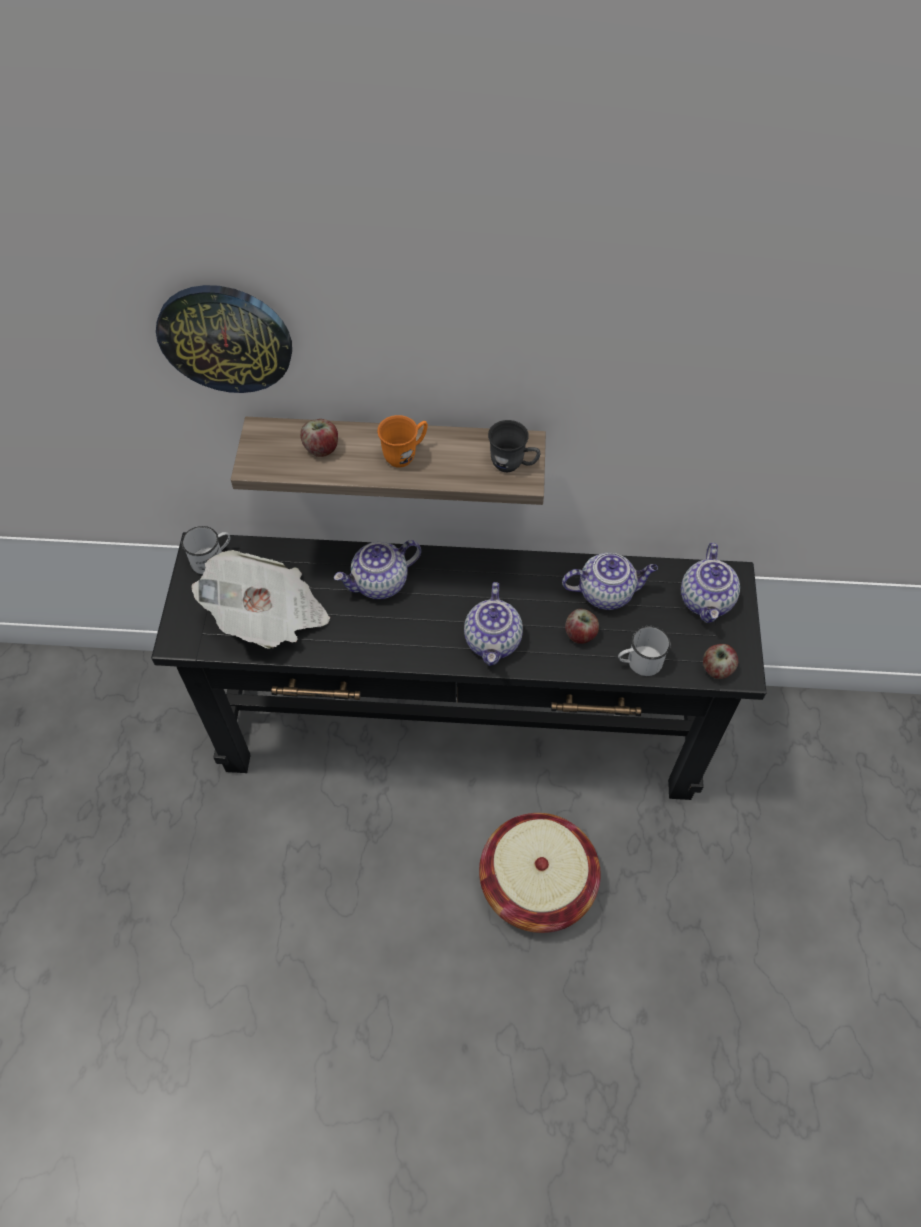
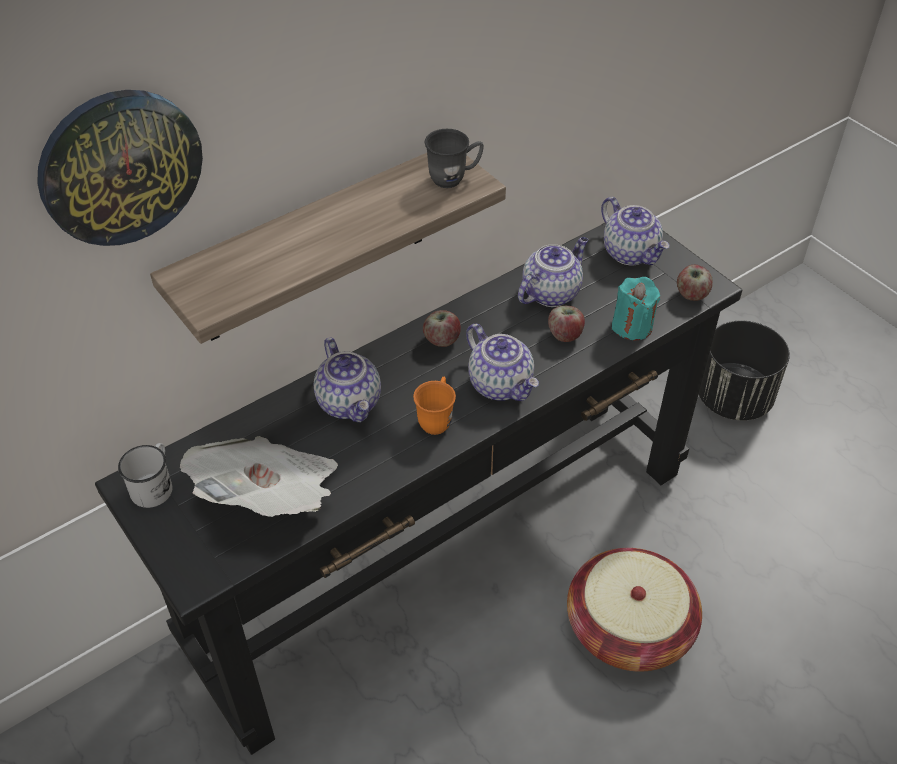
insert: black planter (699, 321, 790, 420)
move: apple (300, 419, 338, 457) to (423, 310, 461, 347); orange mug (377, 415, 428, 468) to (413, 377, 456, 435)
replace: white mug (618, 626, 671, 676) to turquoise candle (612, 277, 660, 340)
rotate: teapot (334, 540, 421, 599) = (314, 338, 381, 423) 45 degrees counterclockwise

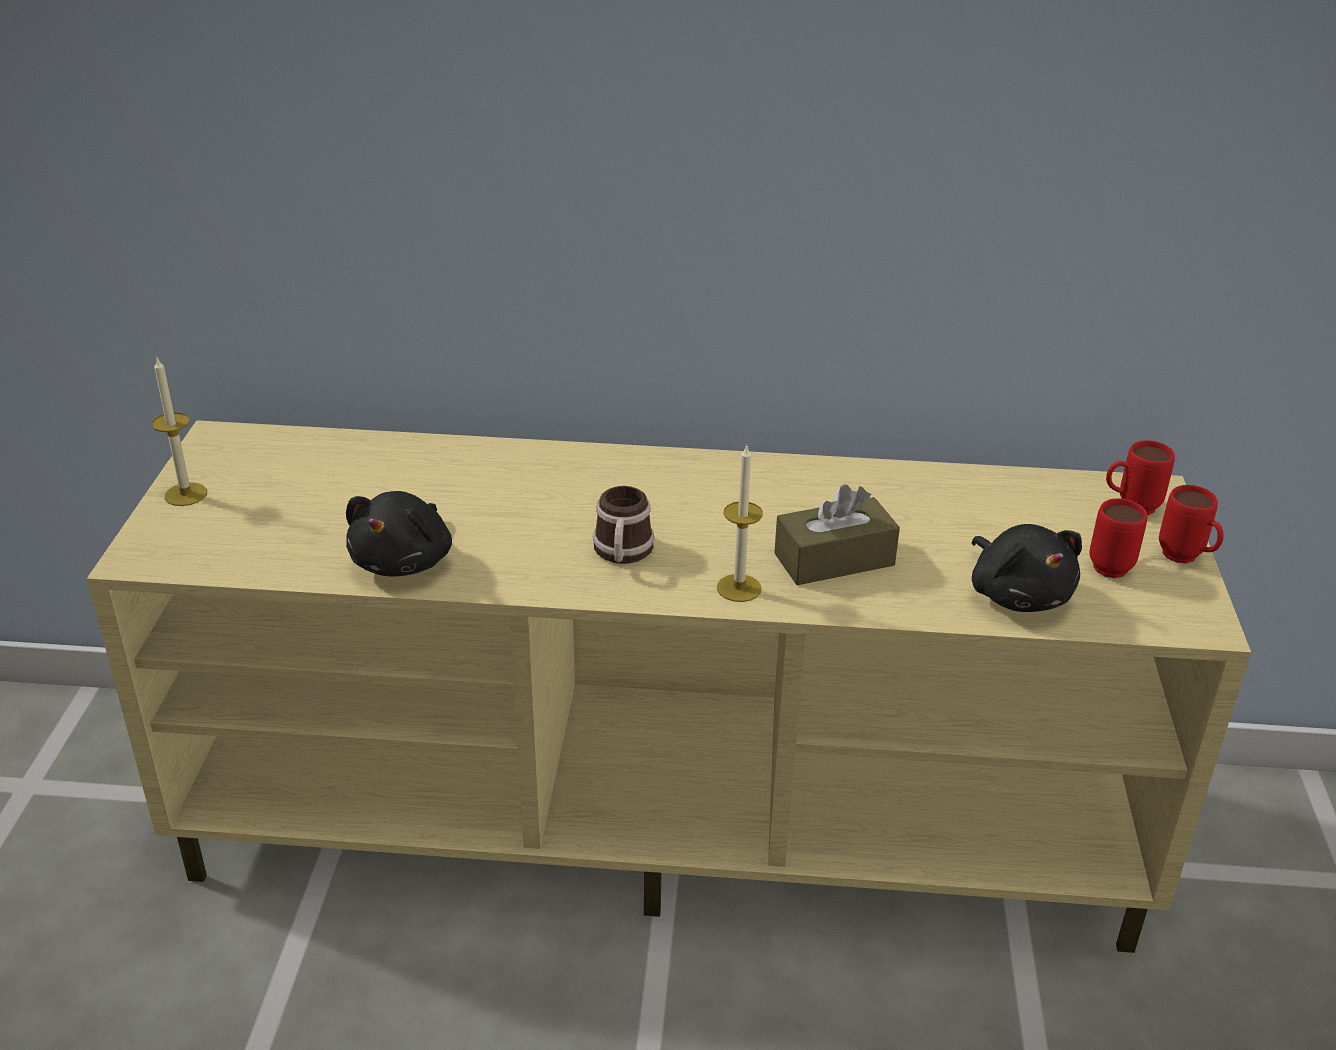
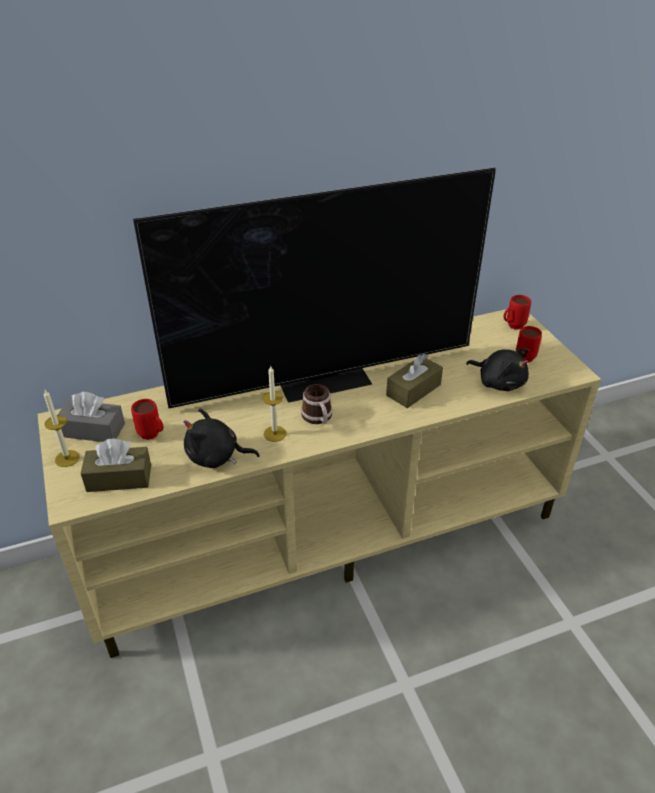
insert: grey tissue box (58, 392, 125, 442); brown tissue box (81, 438, 151, 492); television (133, 168, 496, 408)
move: candle (717, 445, 763, 602) to (263, 366, 286, 442); red mug (1159, 485, 1224, 563) to (131, 399, 164, 440)
rotate: black plush toy (346, 491, 452, 576) = (183, 408, 260, 468) 105 degrees clockwise

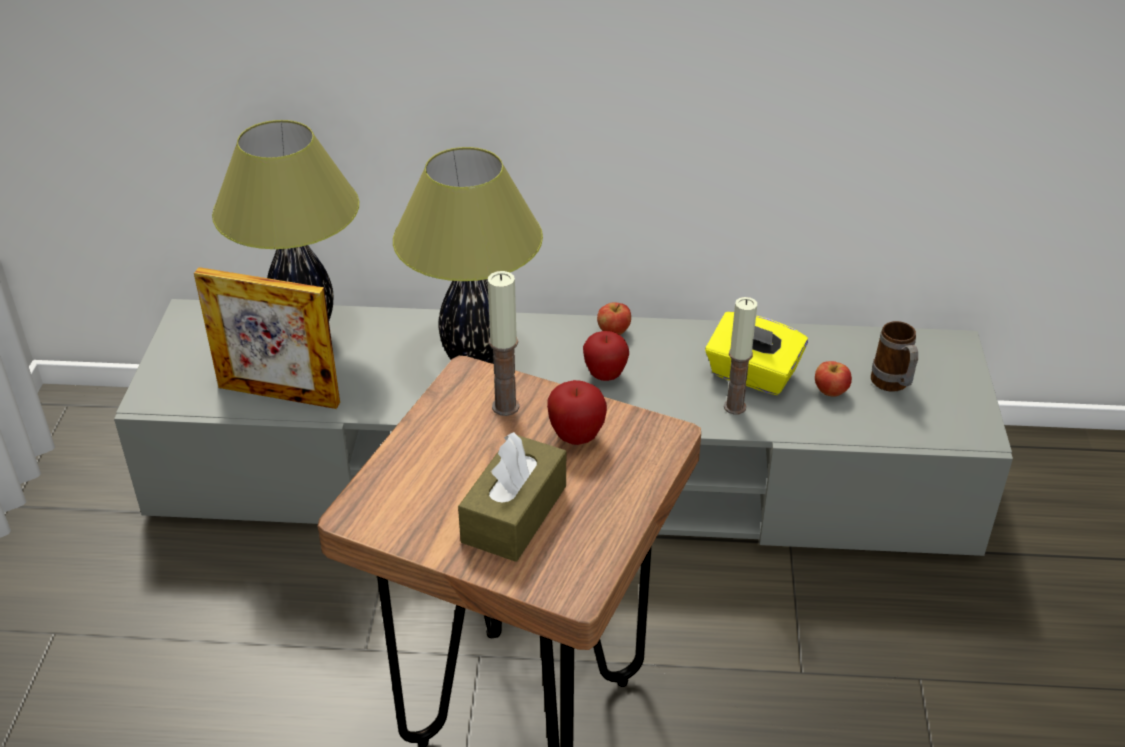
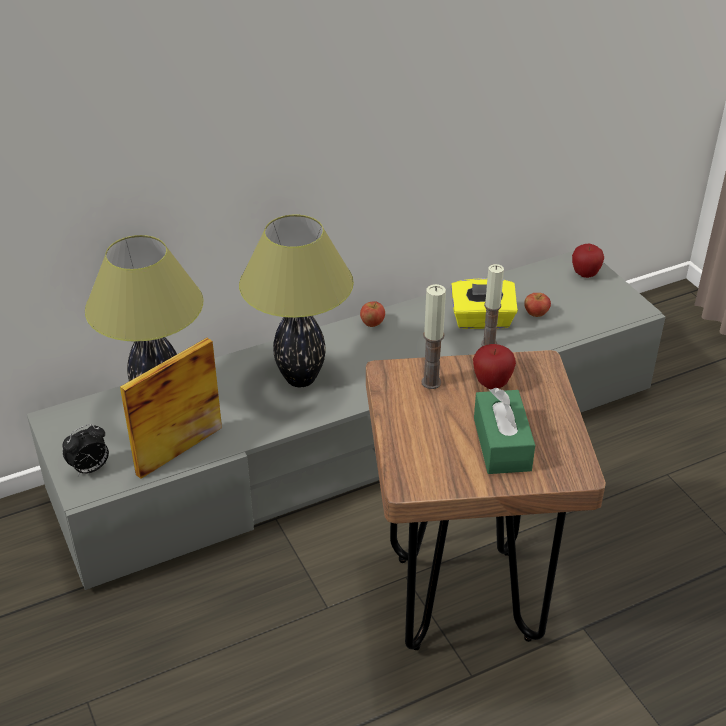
delete: mug (871, 321, 918, 392)
insert: alarm clock (63, 424, 109, 476)
move: apple (583, 331, 629, 381) to (572, 244, 604, 278)
recolor: brown tissue box (458, 432, 566, 562) to green tissue box (474, 388, 535, 474)
rotate: picture frame (194, 267, 340, 409) = (120, 338, 222, 479) 150 degrees clockwise

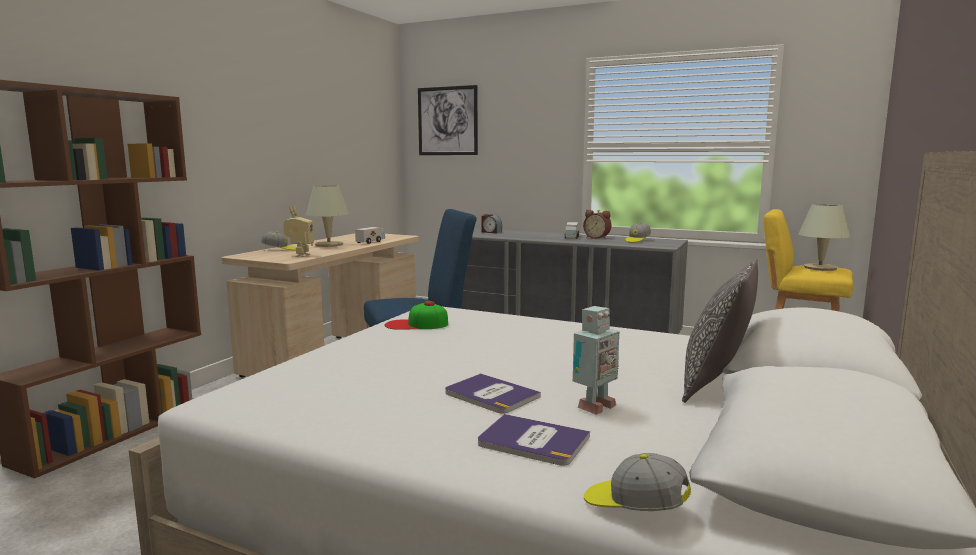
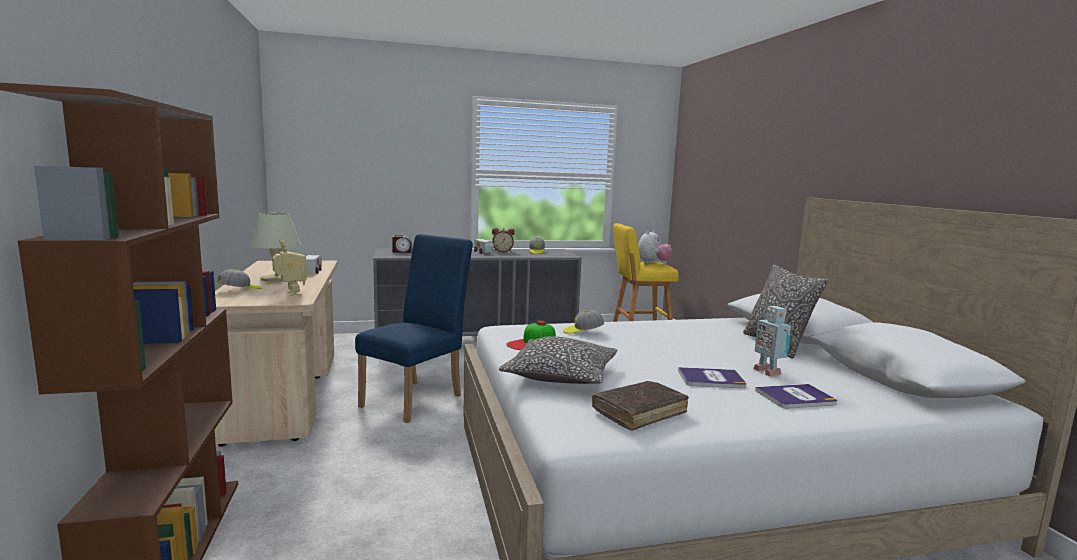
delete: picture (418, 85, 478, 155)
insert: pillow (499, 336, 618, 384); brown book (592, 381, 689, 431)
move: cap (584, 453, 691, 511) to (563, 310, 604, 334)
replace: beige table lamp (799, 204, 850, 271) to plush toy (638, 230, 672, 264)
rotate: toy robot (573, 306, 619, 415) = (753, 306, 791, 376) 150 degrees clockwise

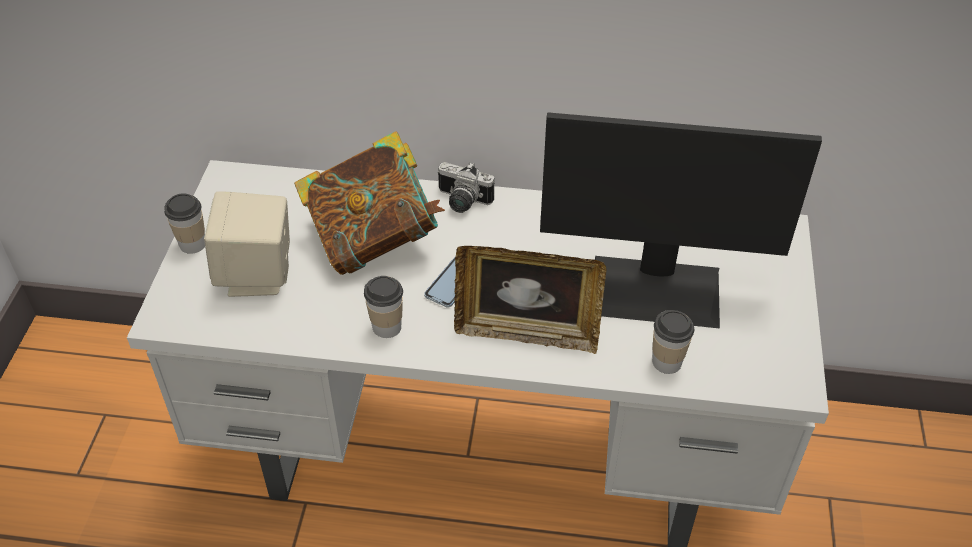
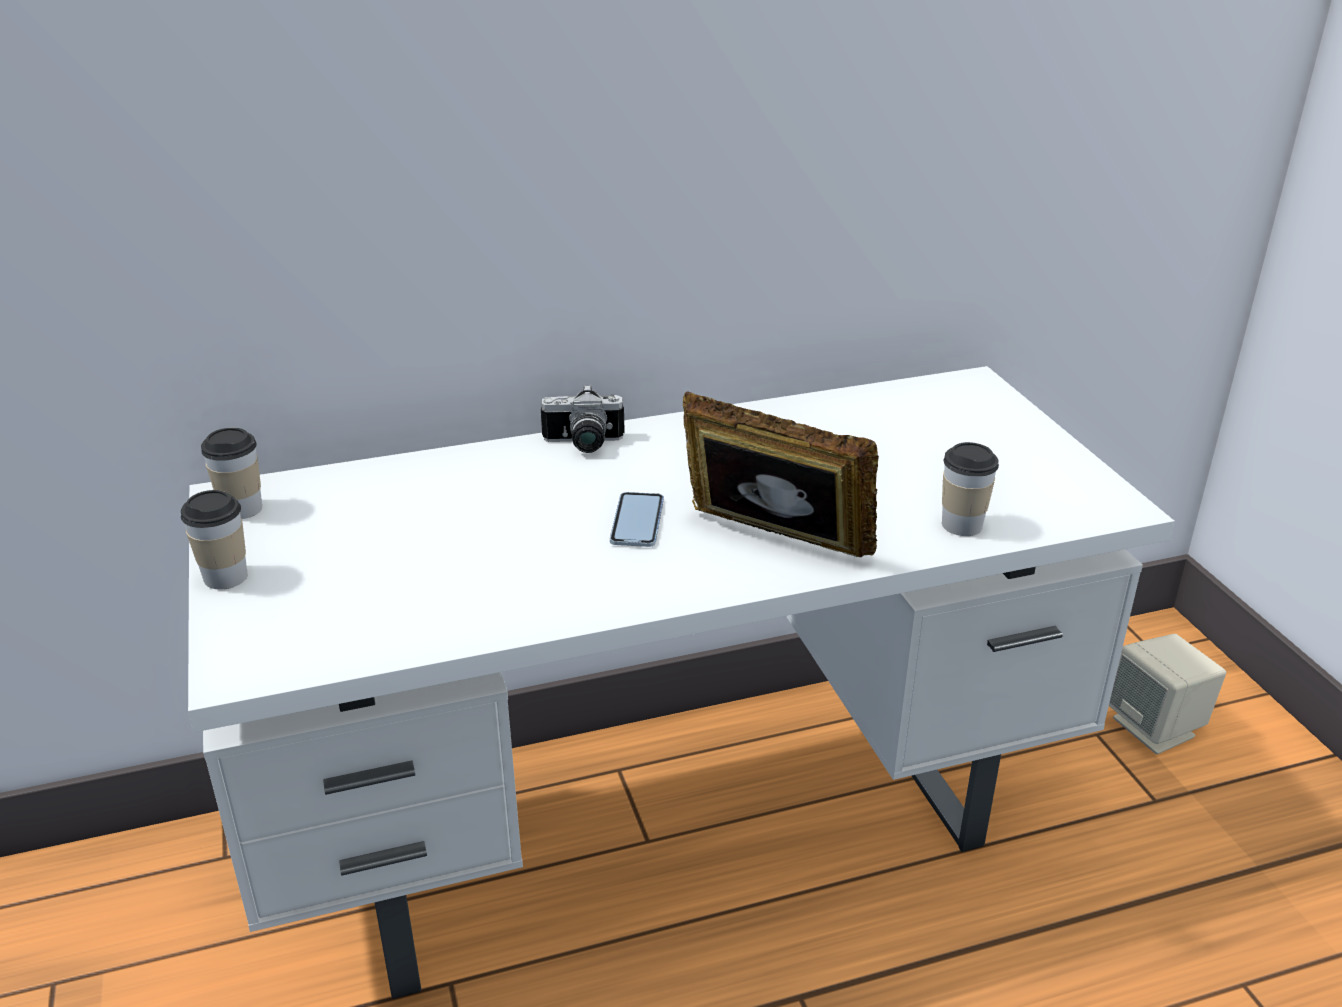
delete: book (294, 131, 445, 275); monitor (540, 112, 822, 328)
move: beige speaker (204, 191, 290, 297) to (1109, 634, 1226, 754); cup (364, 276, 403, 338) to (201, 428, 262, 519)
rotate: picture frame (454, 246, 606, 354) = (683, 391, 879, 557) 135 degrees counterclockwise

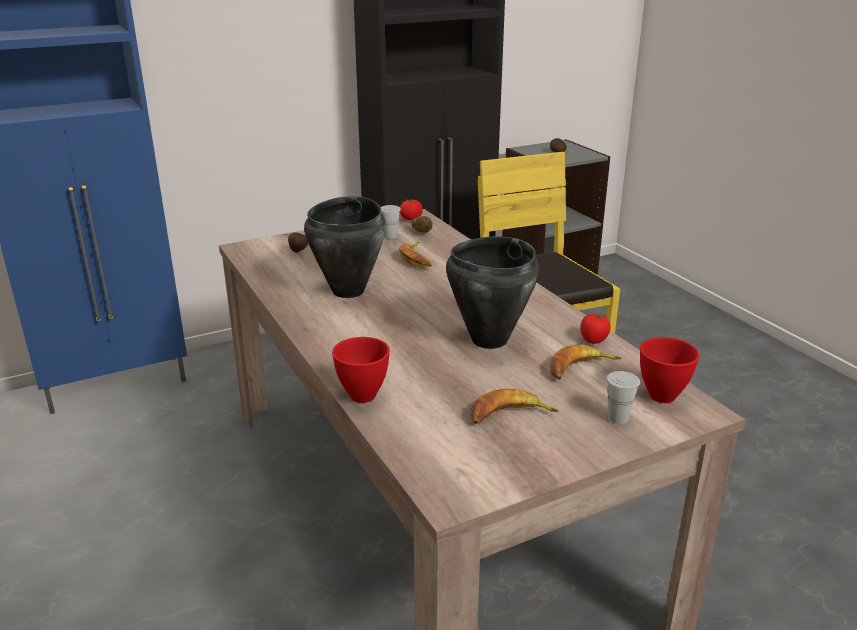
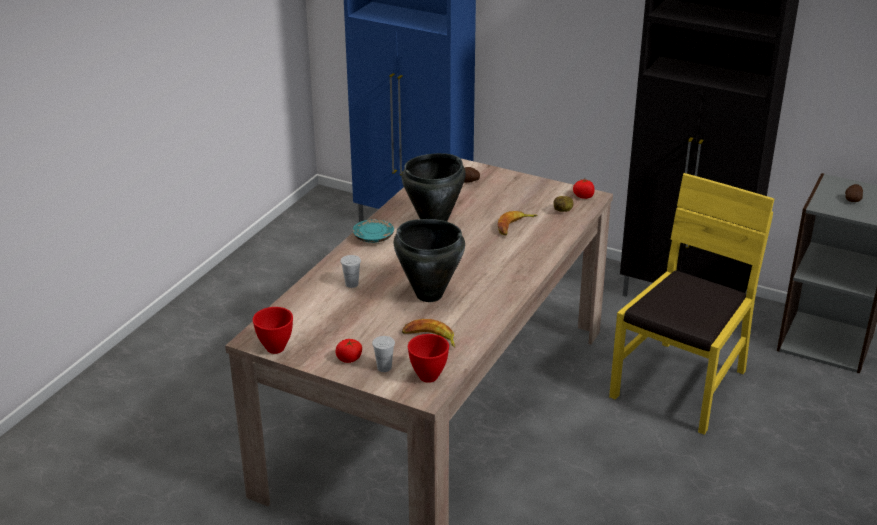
delete: banana (470, 389, 558, 424)
insert: turquoise plate (353, 219, 394, 243)
move: red bowl (332, 337, 390, 403) to (253, 307, 293, 354); white cup (381, 205, 401, 239) to (340, 255, 361, 288); tomato (580, 313, 611, 344) to (336, 339, 362, 363)

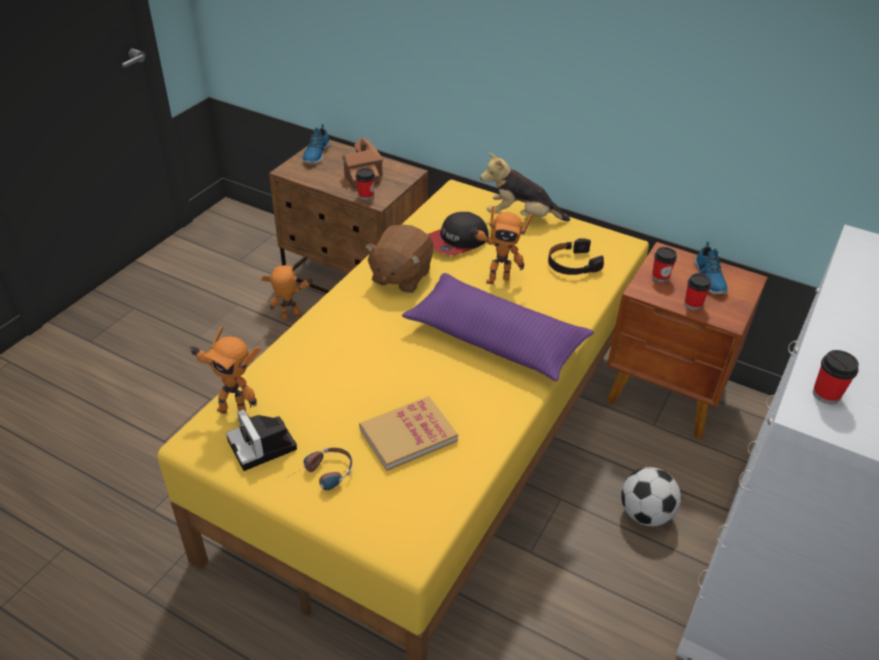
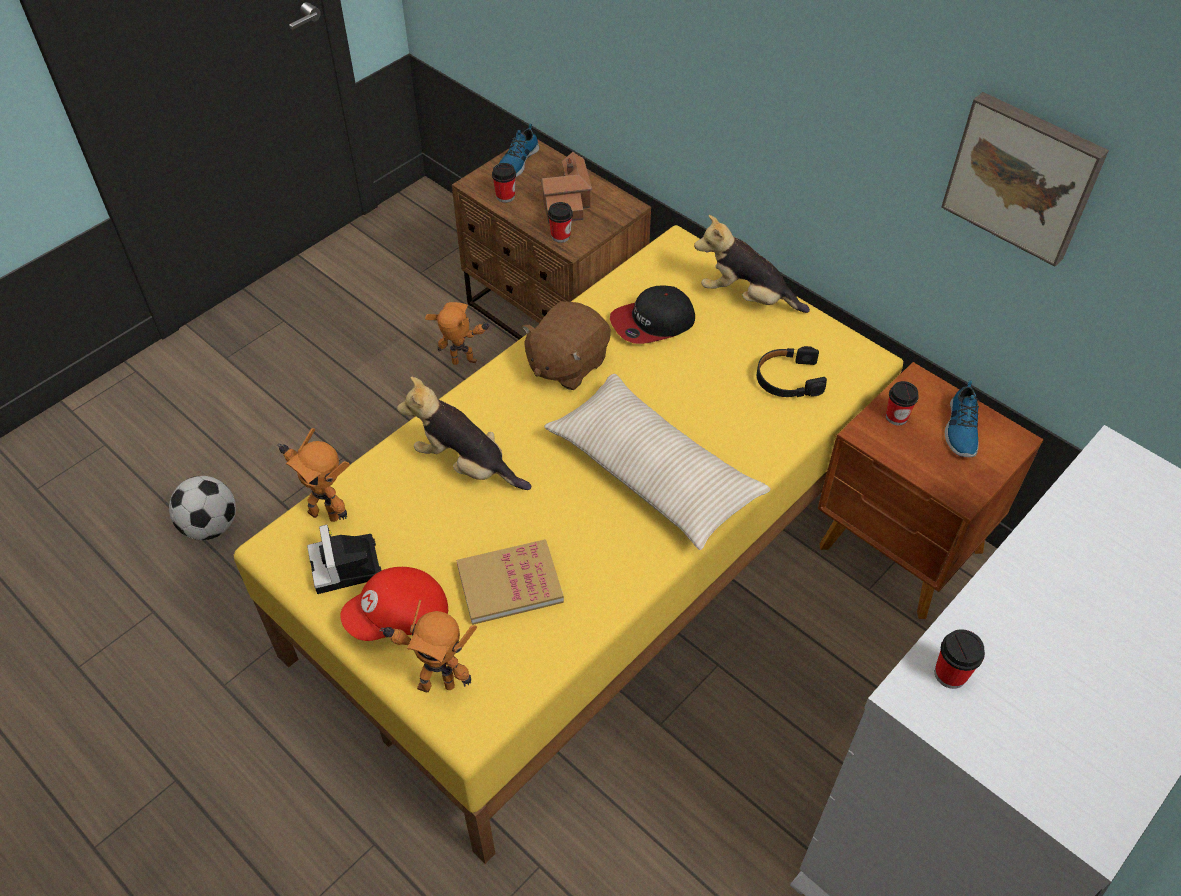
insert: plush toy (397, 377, 532, 490); picture (941, 92, 1109, 267)
move: toy robot (469, 206, 533, 284) to (379, 600, 477, 693); football (621, 467, 681, 526) to (169, 476, 236, 540); cup (685, 273, 711, 310) to (492, 163, 516, 203)
replace: headphones (288, 448, 353, 490) to red cap (340, 567, 448, 641)
recolor: purple pillow (402, 273, 594, 381) to beige pillow (544, 374, 771, 550)

